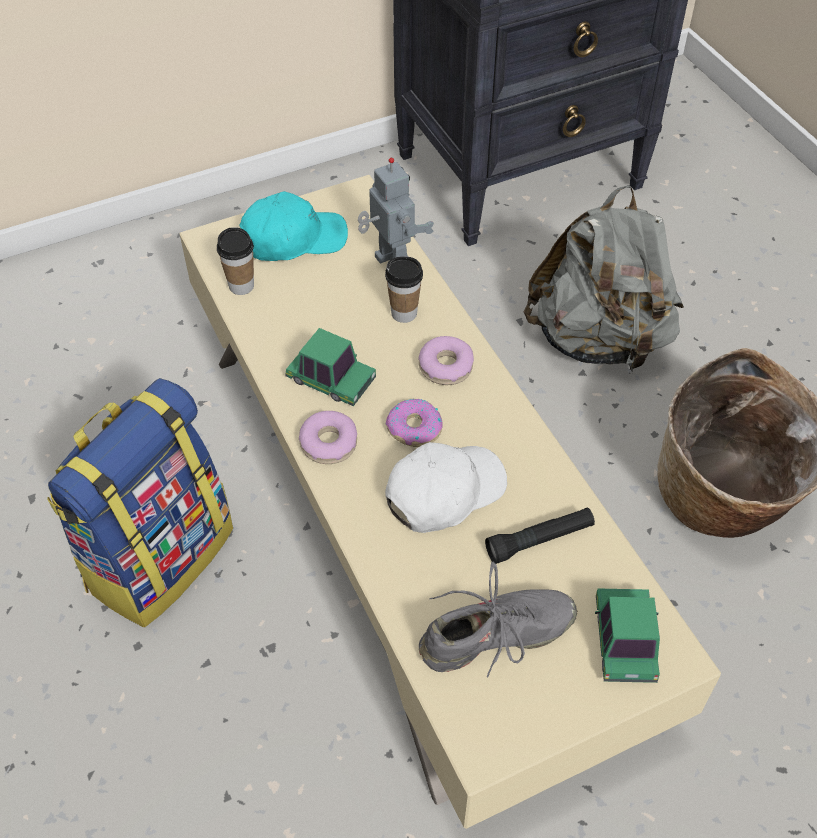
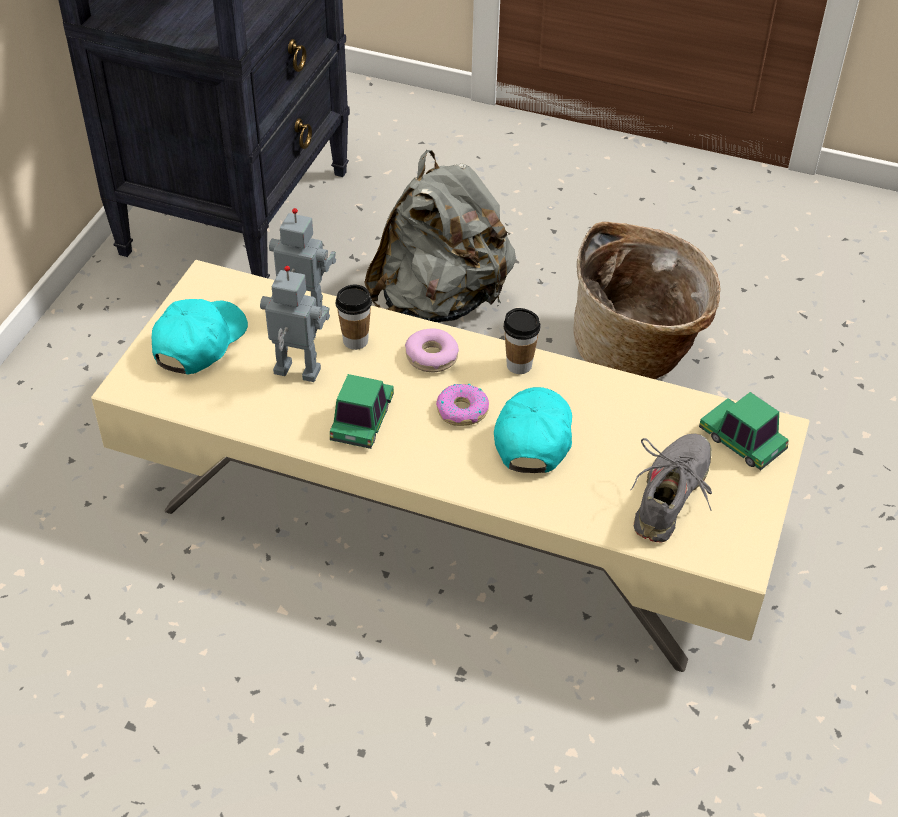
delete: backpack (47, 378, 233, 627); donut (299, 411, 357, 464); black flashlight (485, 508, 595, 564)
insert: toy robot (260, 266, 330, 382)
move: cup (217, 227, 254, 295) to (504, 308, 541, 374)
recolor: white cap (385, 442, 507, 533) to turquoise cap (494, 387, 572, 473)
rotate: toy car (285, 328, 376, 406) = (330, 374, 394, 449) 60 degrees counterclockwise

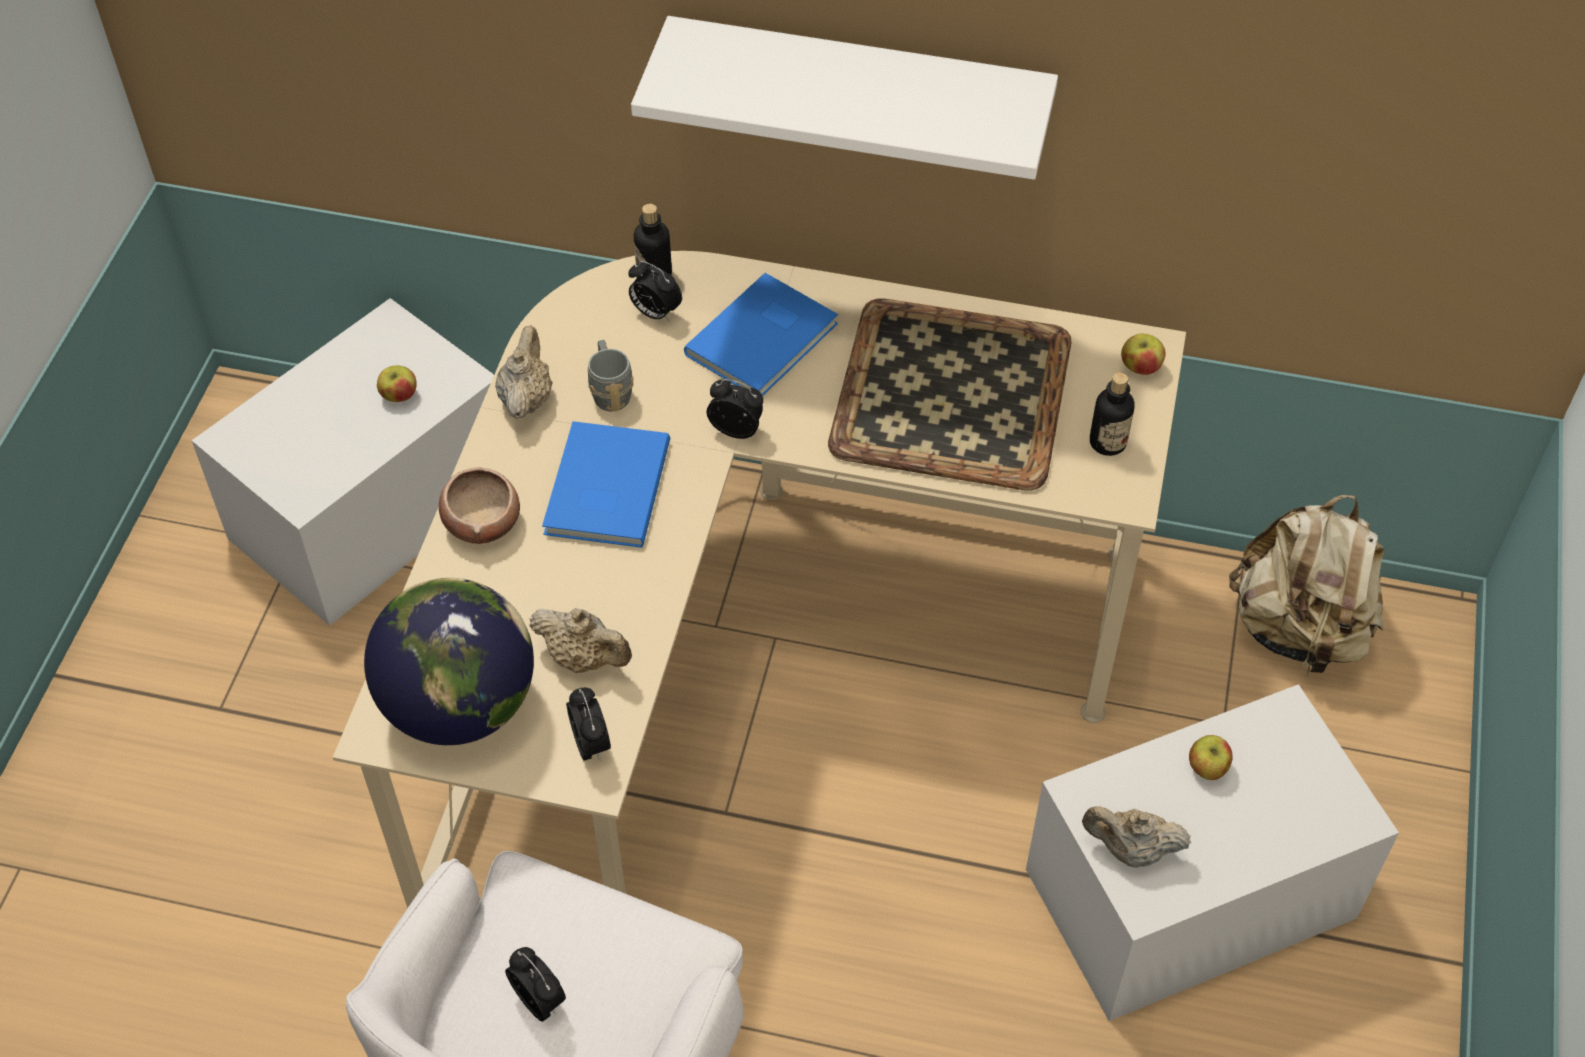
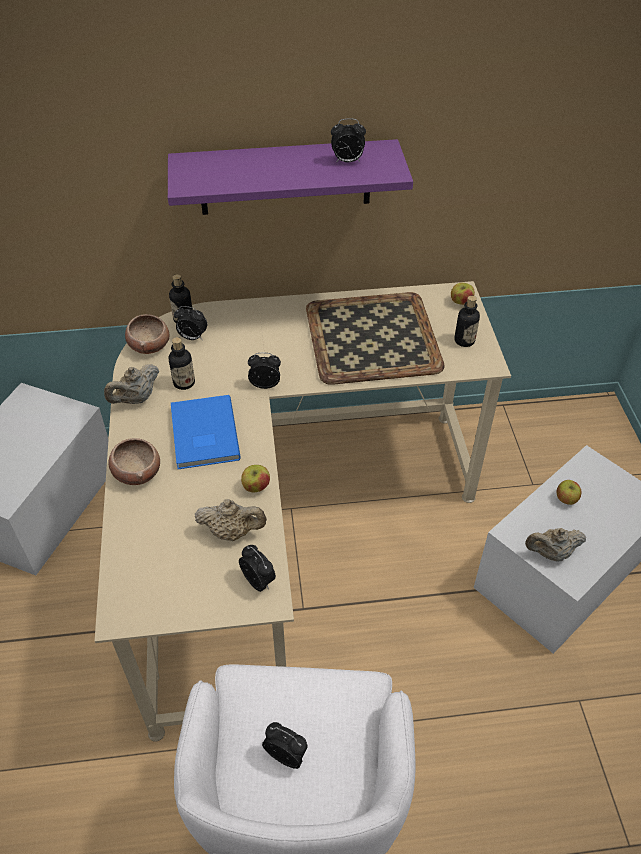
delete: globe (364, 578, 534, 745); blue book (684, 273, 838, 396); beige backpack (1229, 495, 1384, 676)
insert: bowl (125, 314, 170, 354); alarm clock (331, 118, 366, 163)
move: apple (377, 365, 416, 402) to (241, 465, 270, 492)
replace: grey mug (588, 340, 634, 412) to bottle (168, 337, 195, 390)
recolor: white shelf (631, 16, 1058, 180) to purple shelf (168, 139, 413, 215)
rotate: beige teapot (495, 326, 553, 419) = (104, 364, 159, 404) 120 degrees counterclockwise

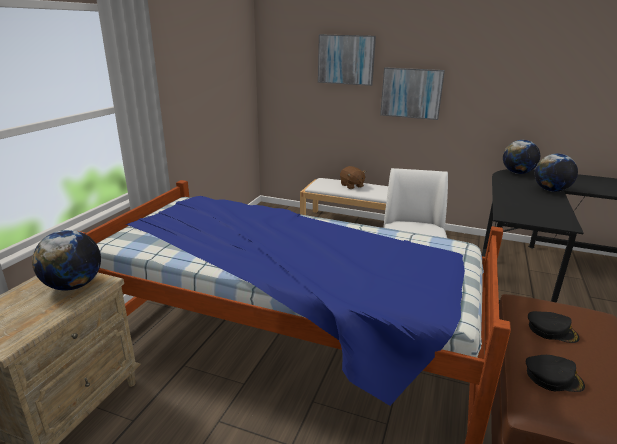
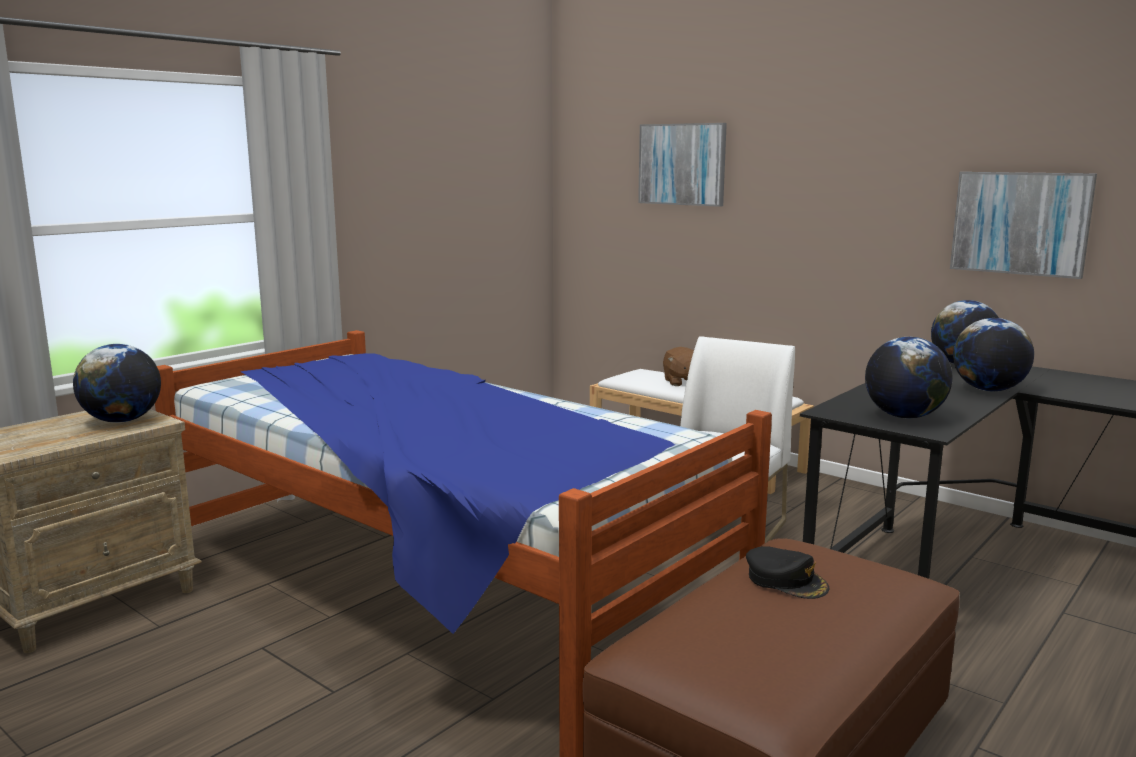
delete: black cap (526, 355, 585, 392)
insert: globe (865, 337, 952, 419)
move: picture (380, 67, 445, 120) to (950, 172, 1097, 279)

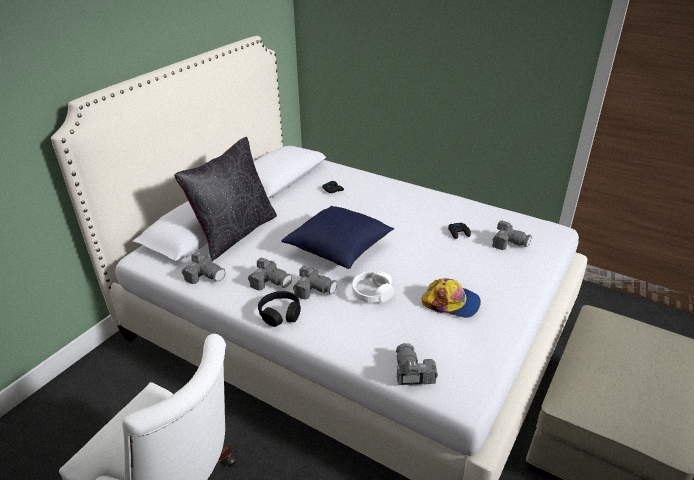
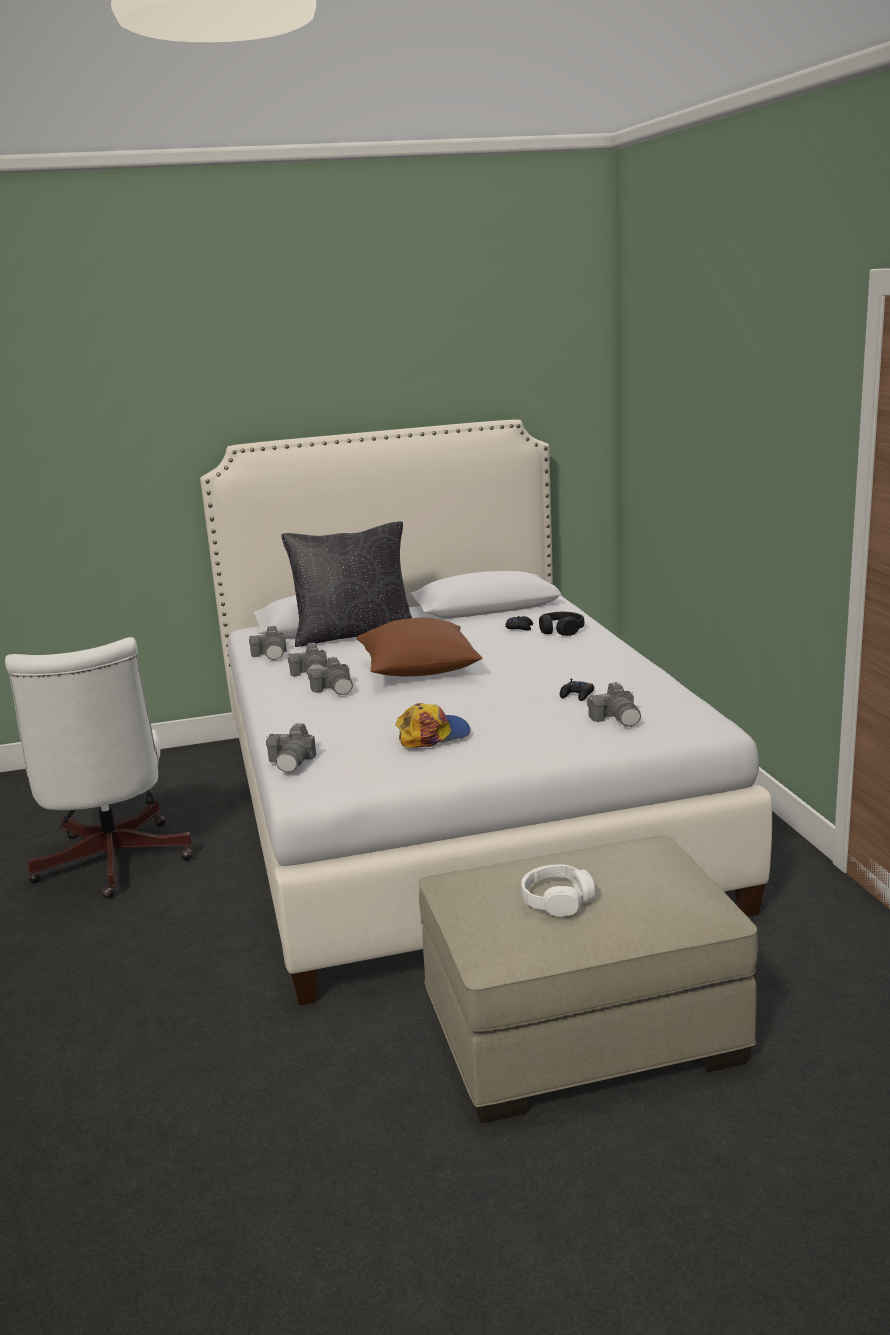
move: black headphones (258, 291, 301, 327) to (539, 612, 584, 636); white headphones (352, 271, 394, 303) to (521, 864, 595, 917)
recolor: blue pillow (281, 206, 394, 269) to brown pillow (356, 618, 483, 676)
rotate: photo camera (396, 343, 438, 385) = (266, 723, 316, 772) 150 degrees clockwise; cap (421, 278, 481, 318) = (395, 703, 470, 748) 90 degrees counterclockwise

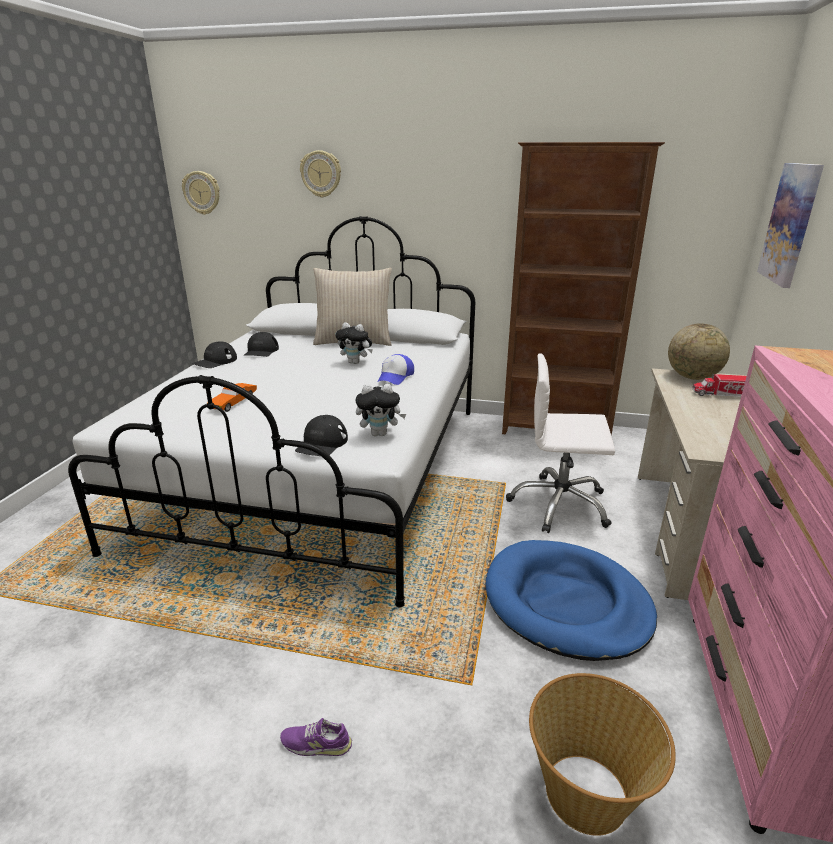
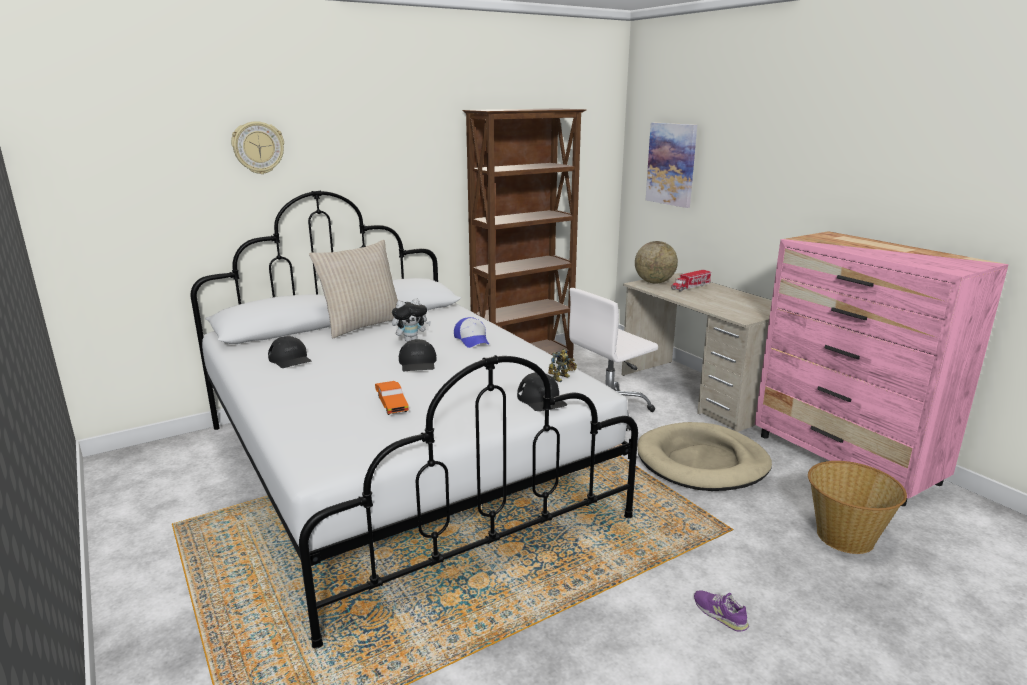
delete: wall clock (182, 171, 219, 215)
move: black cap (192, 341, 237, 368) to (399, 339, 436, 371)
replace: plush toy (356, 384, 406, 436) to toy robot (548, 349, 577, 382)
recolor: blue dog bed (486, 540, 657, 661) to beige dog bed (637, 422, 772, 491)
rotate: purple shoe (280, 718, 352, 756) = (694, 590, 749, 632) 90 degrees clockwise

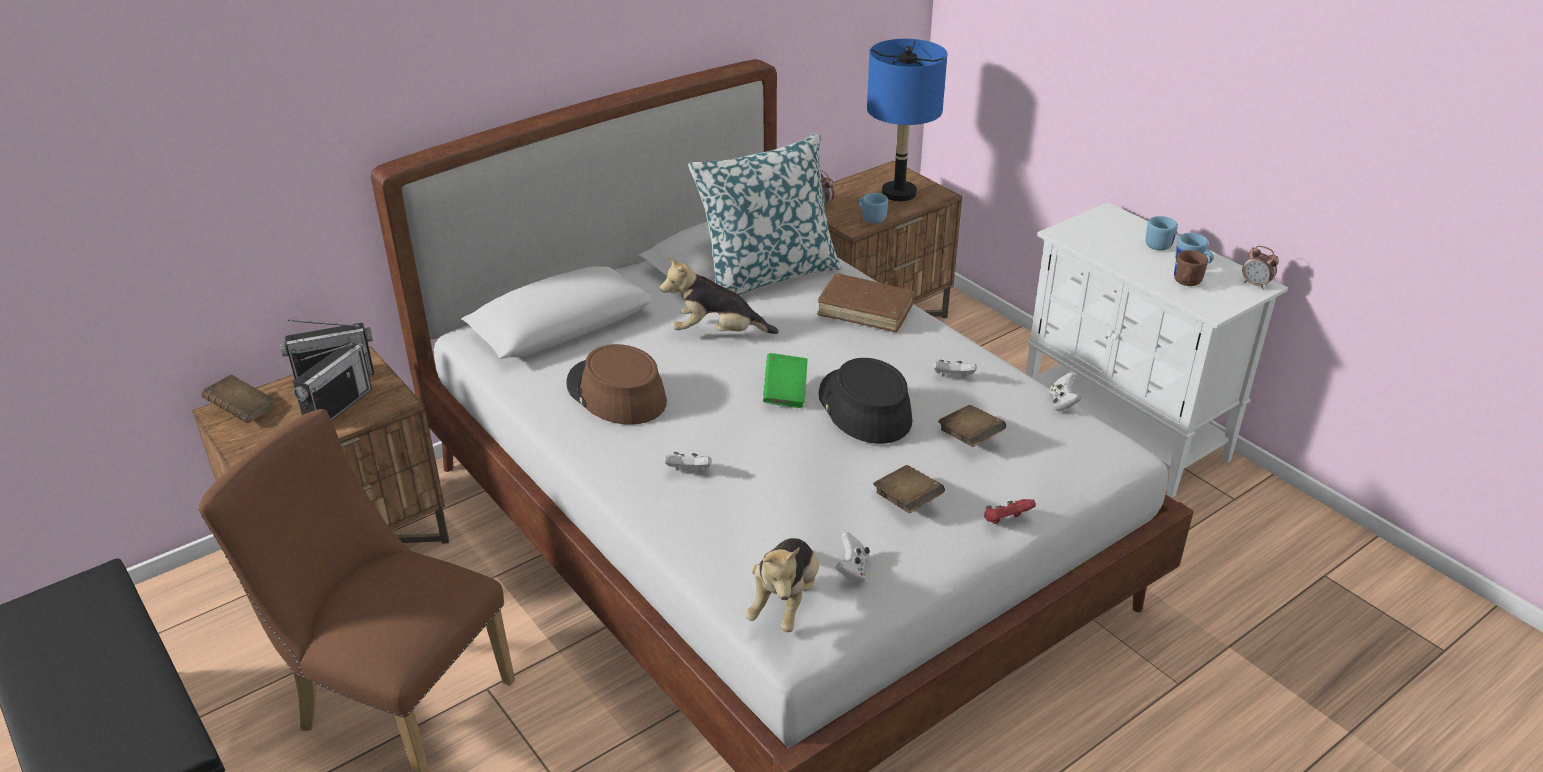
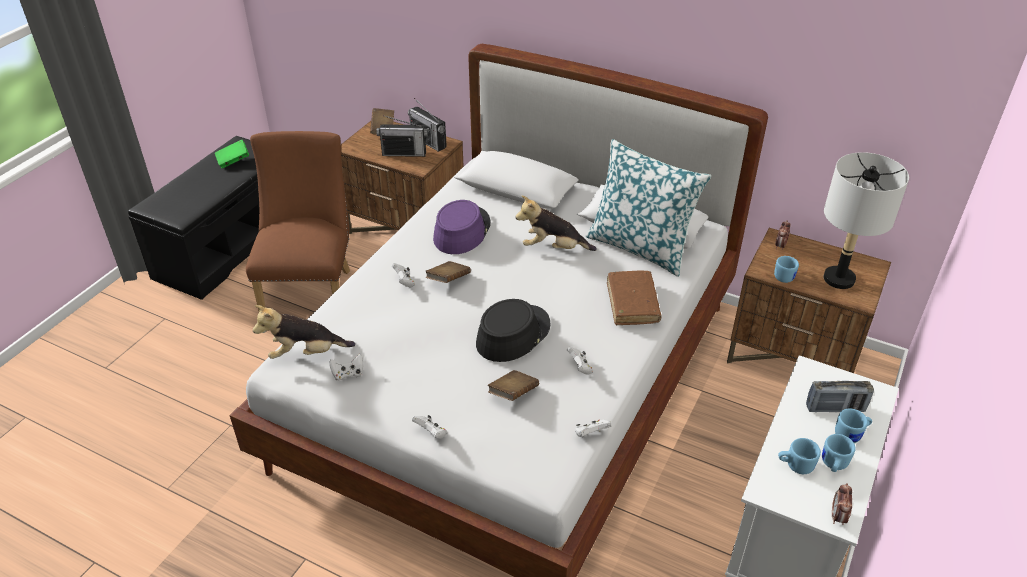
insert: radio (806, 381, 874, 412)
move: green book (763, 353, 808, 408) to (215, 140, 249, 168); brown book (873, 465, 945, 513) to (425, 261, 471, 283)
recolor: brown hat (566, 344, 667, 425) to purple hat (433, 200, 491, 254); blue table lamp (867, 39, 947, 201) to grey table lamp (823, 152, 909, 289); red game controller (984, 499, 1036, 524) to white game controller (412, 415, 447, 438); brown mug (1174, 250, 1208, 286) to blue mug (778, 438, 821, 474)
rotate: plush toy (660, 257, 778, 334) = (515, 196, 597, 251) 60 degrees counterclockwise

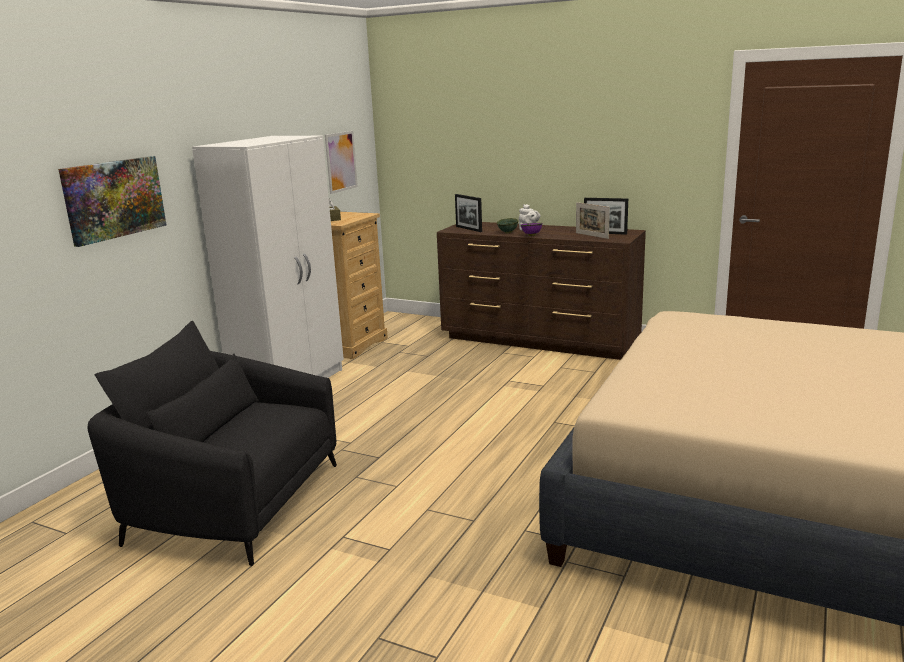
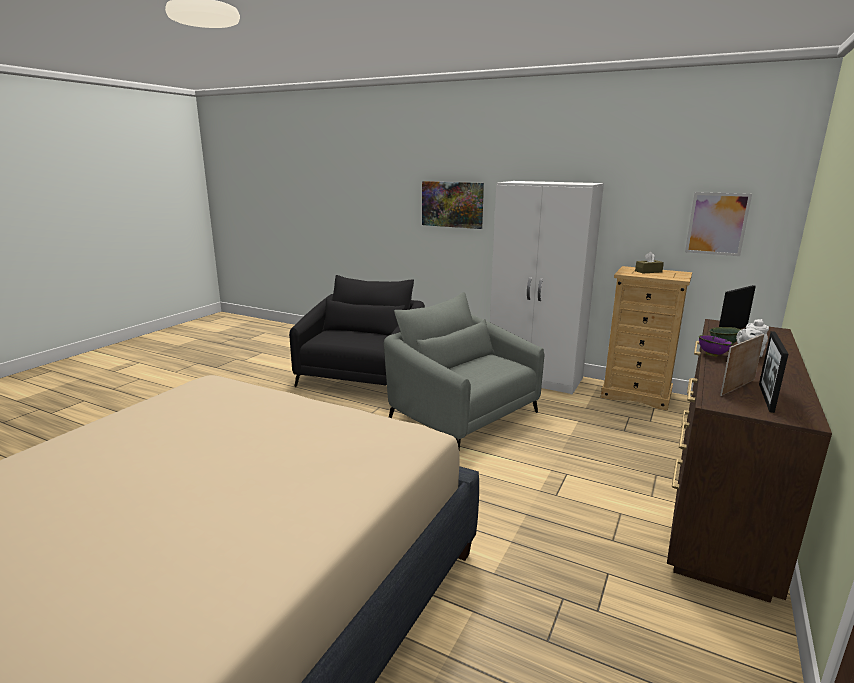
insert: grey armchair (384, 292, 544, 450)

